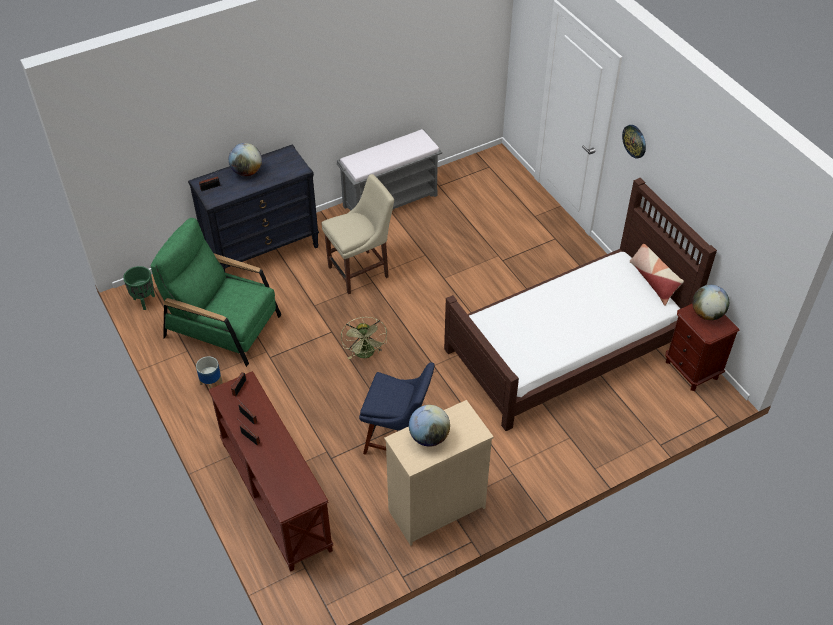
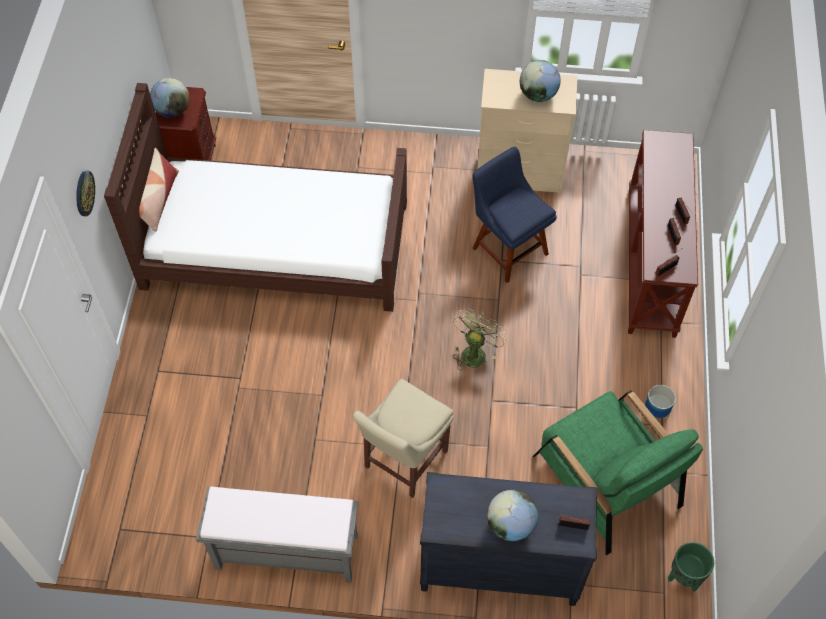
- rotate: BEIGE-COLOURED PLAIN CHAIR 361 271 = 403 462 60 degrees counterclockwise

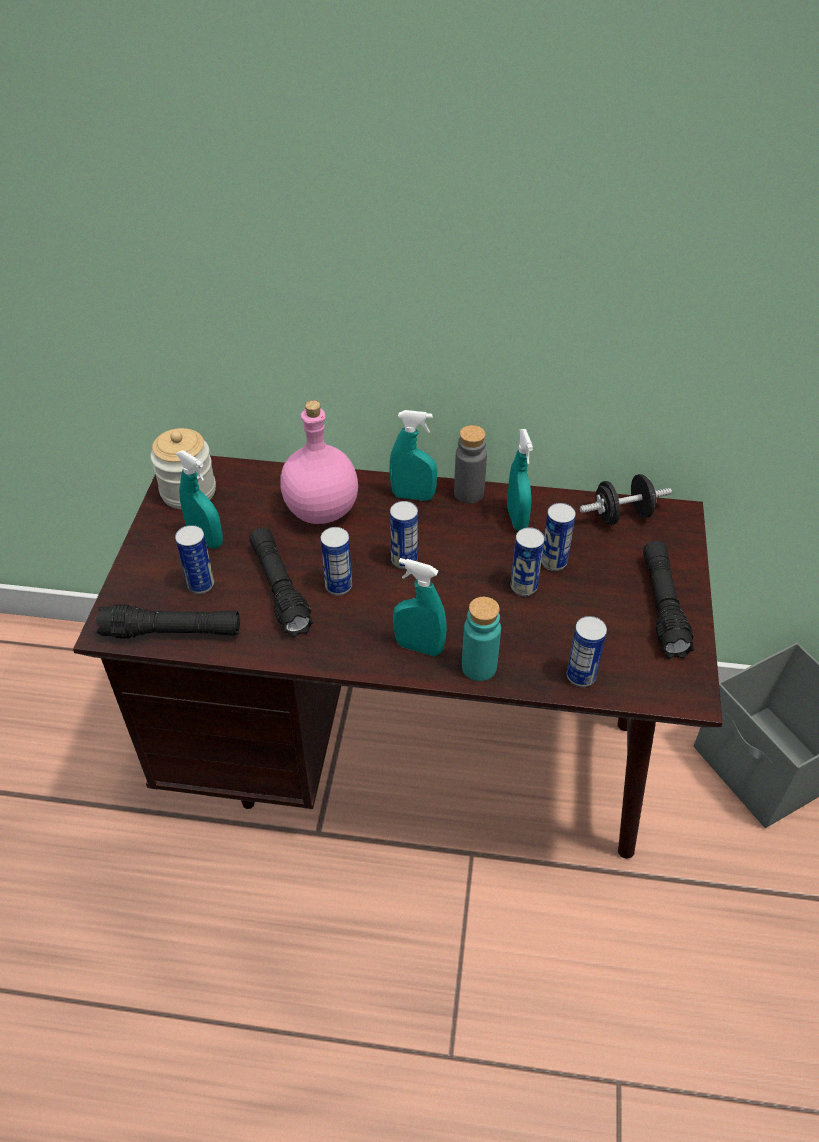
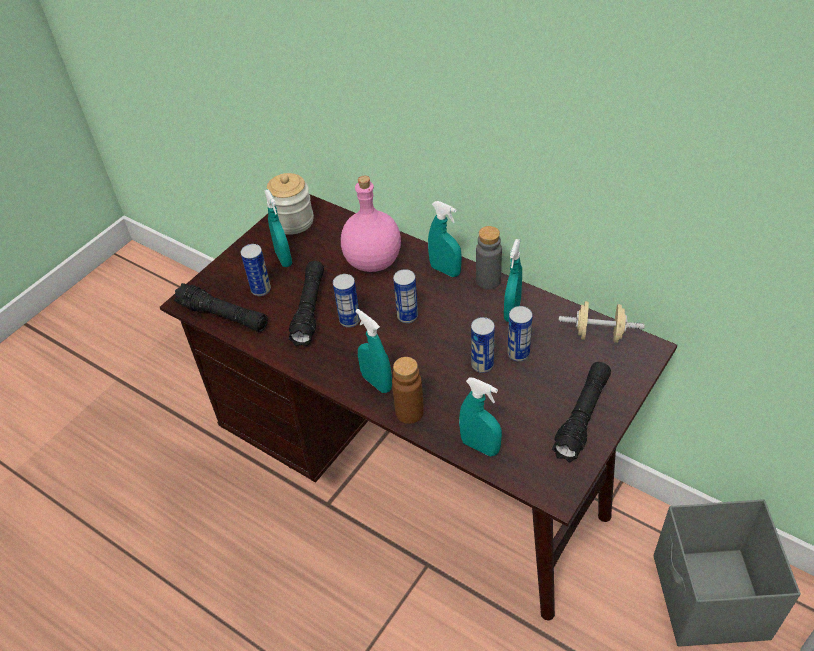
- recolor: TURQUOISE-COLOURED BEVERAGE BOTTLE 479 667 to BROWN BEVERAGE BOTTLE 409 412
- replace: SEALED CAN 580 676 to TURQUOISE-COLOURED SPRAY BOTTLE 480 446
- recolor: BLACK HAND WEIGHT 622 515 to BEIGE-COLOURED HAND WEIGHT 599 334

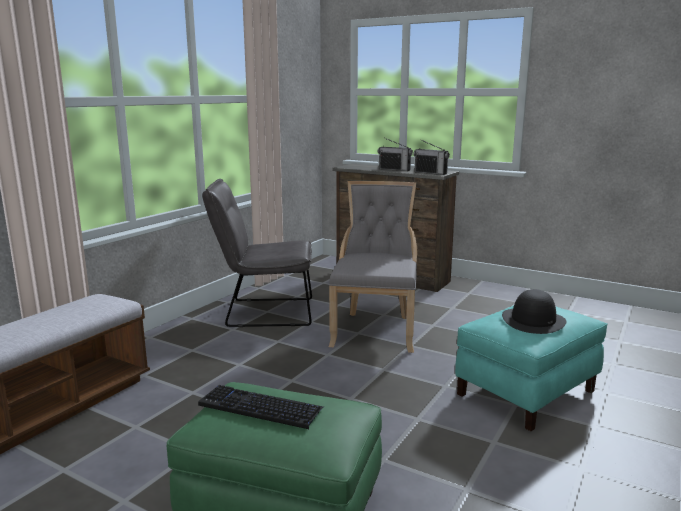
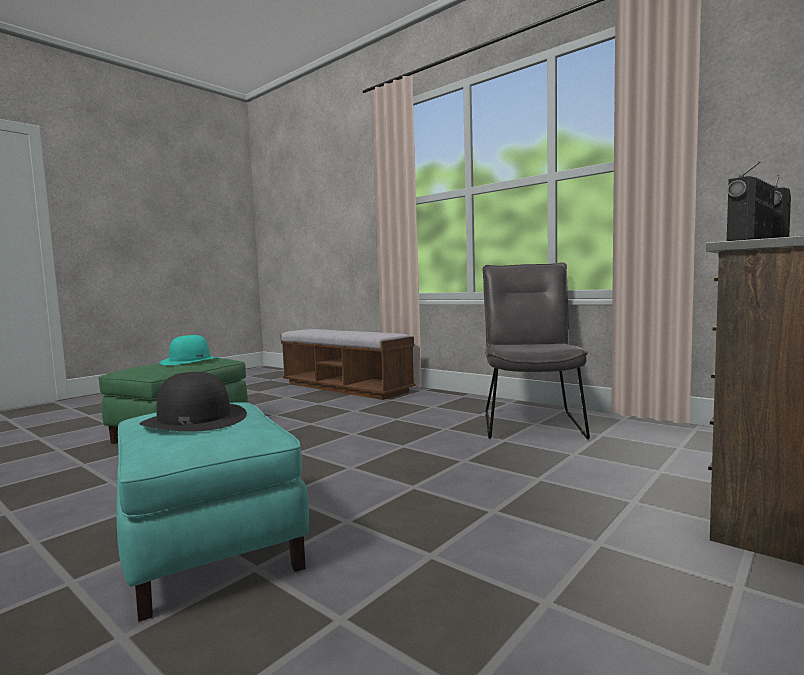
- replace: PC KEYBOARD 260 407 to TURQUOISE-COLOURED WEARABLE HAT 190 360
- delete: GRAY PLAIN CHAIR 375 330

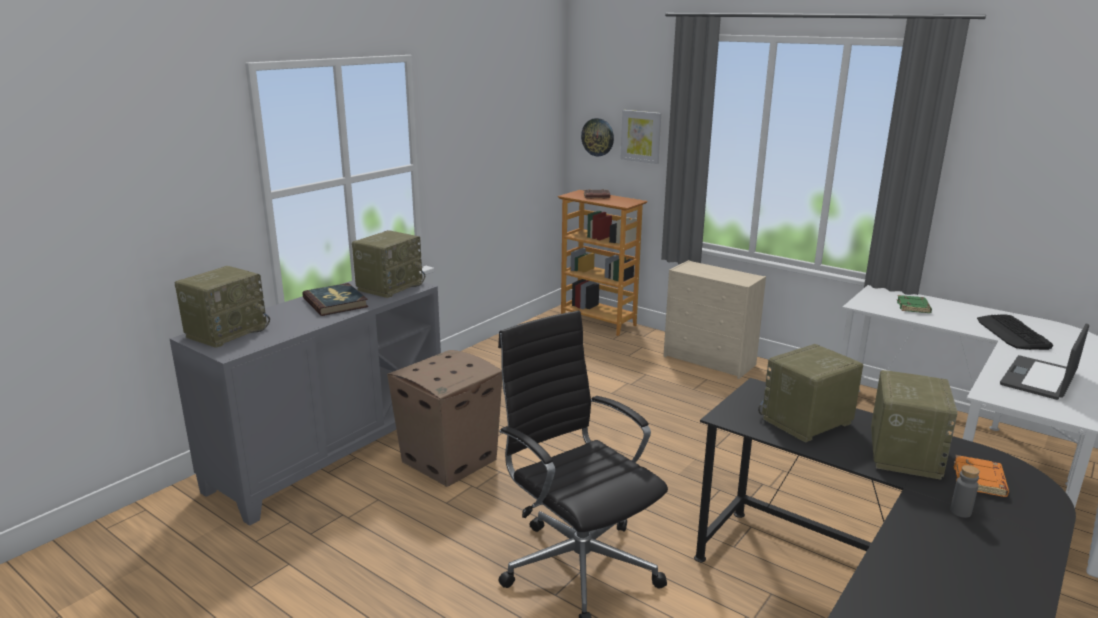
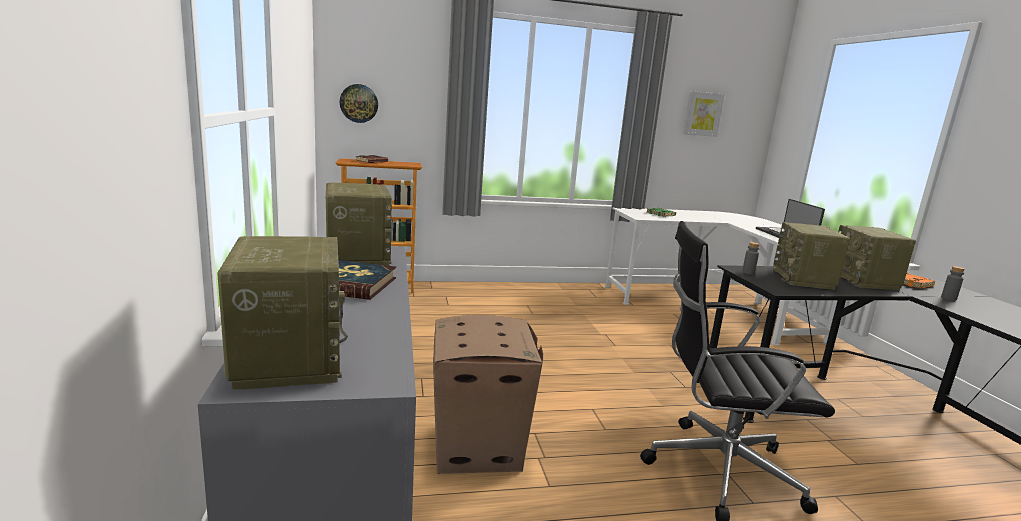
- move: PICTURE 641 136 to 703 114
- delete: BEIGE-COLOURED DRESSER 710 361
- rotate: RADIO SET 903 453 = 864 281 150 degrees counterclockwise
- delete: PC KEYBOARD 1012 333
- insert: GRAY BEVERAGE BOTTLE 748 272

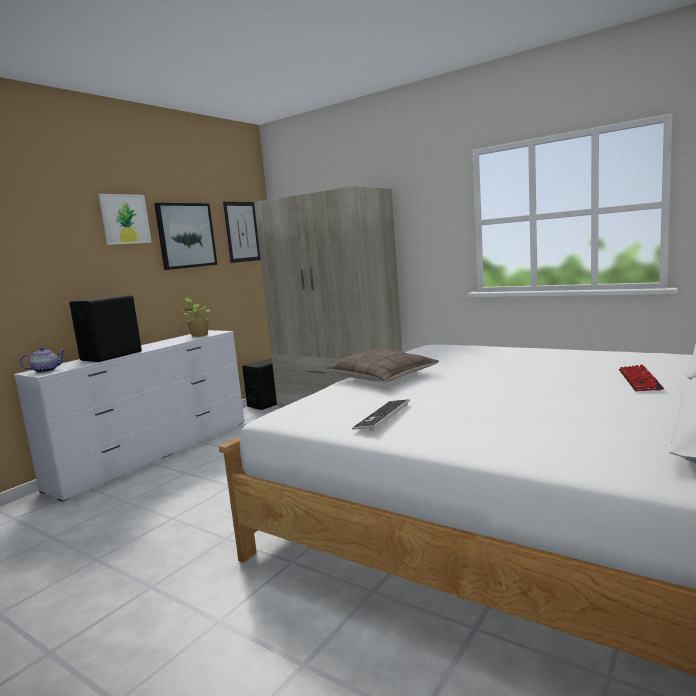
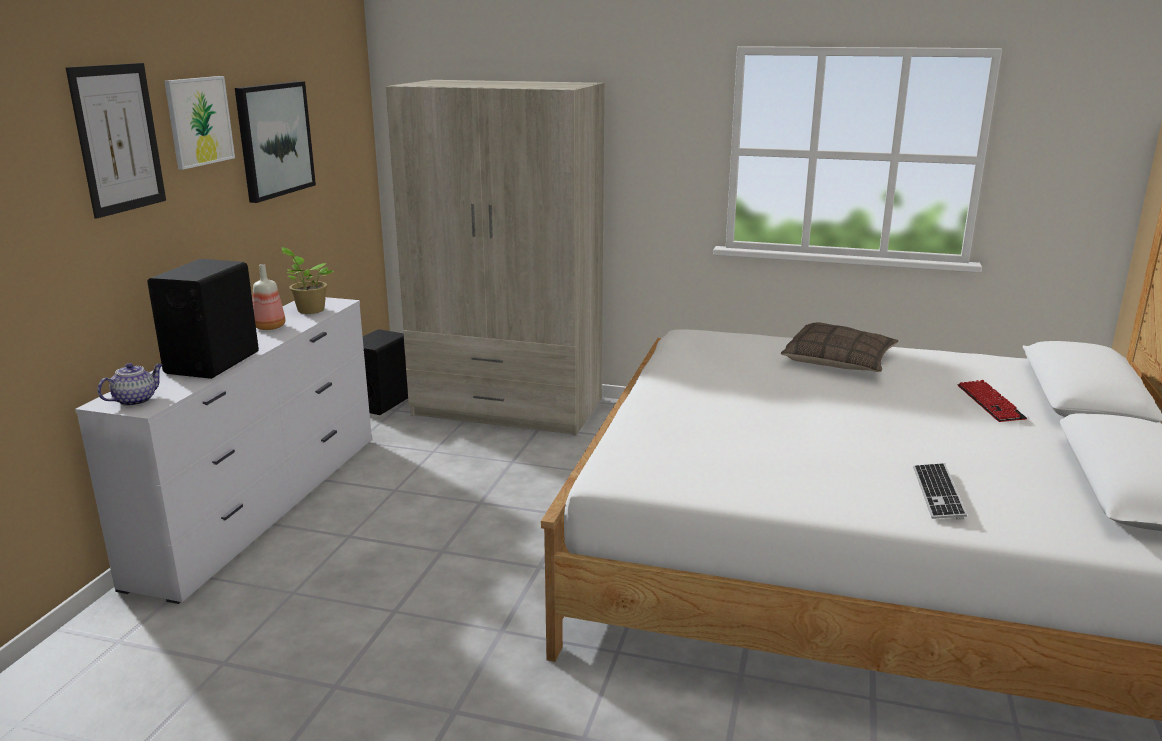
- move: PICTURE 242 232 to 118 139
- move: PILLOW 383 377 to 839 361
- move: PC KEYBOARD 382 416 to 938 493
- insert: BEVERAGE BOTTLE 268 327

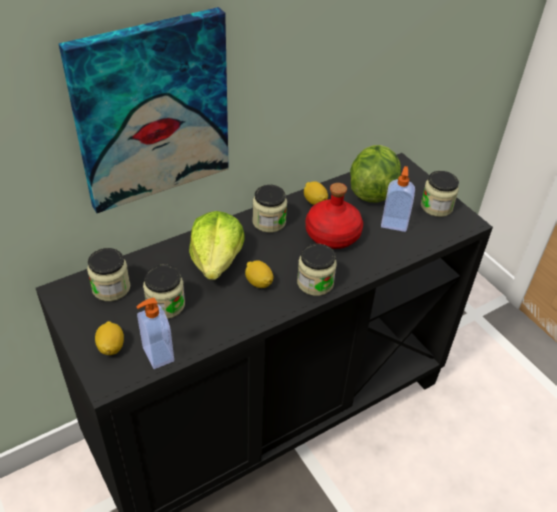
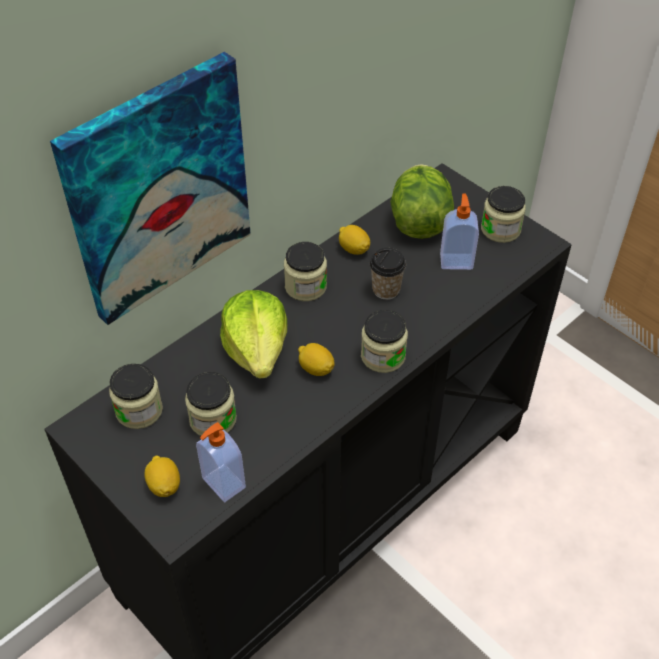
- replace: RED-COLOURED BEVERAGE BOTTLE 332 235 to SMALL CUP 386 290

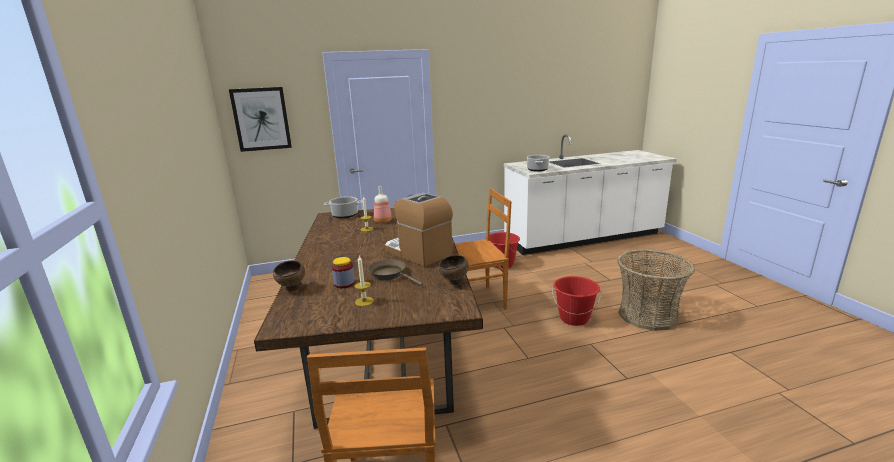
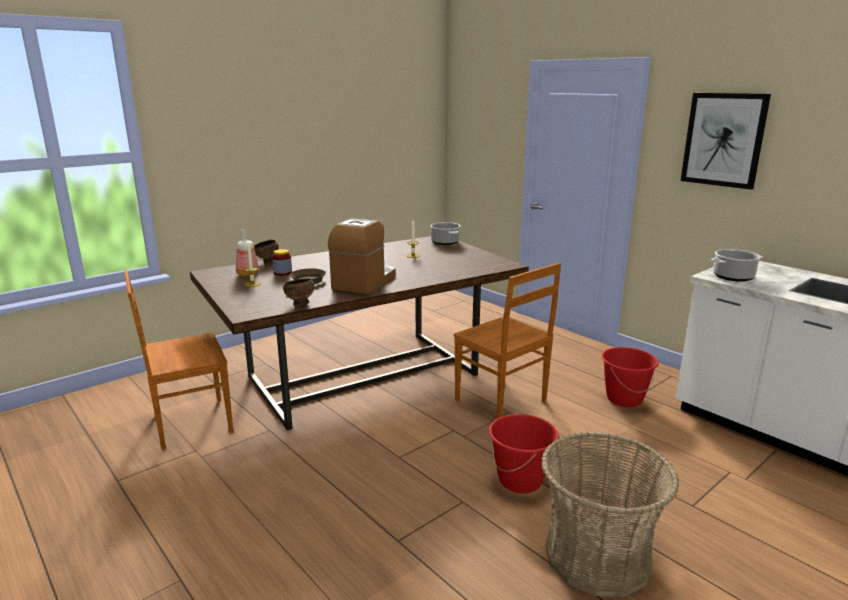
- move: PICTURE 261 119 to 723 140
- move: BEVERAGE BOTTLE 382 222 to 247 274

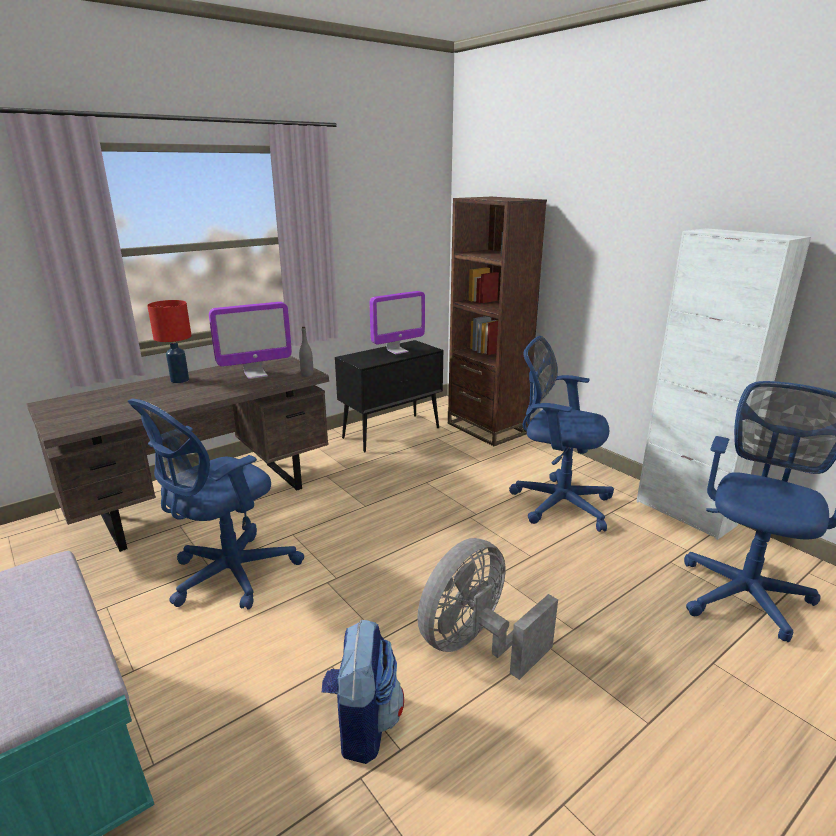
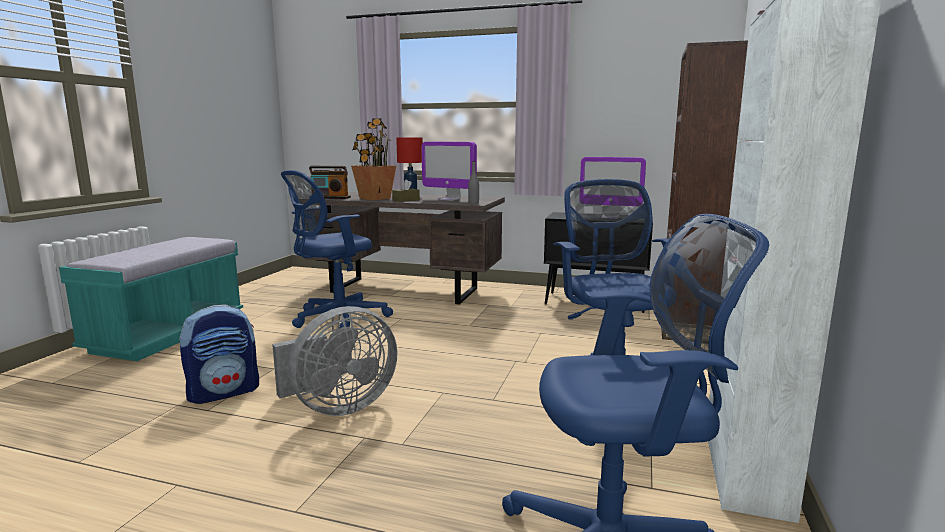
- rotate: BLUE OFFICE CHAIR 228 575 = 336 318 45 degrees counterclockwise
- rotate: GRAY FAN 476 644 = 338 407 135 degrees clockwise
- insert: RADIO SET 330 197
- insert: POTTED PLANT 374 198
- insert: BROWN TISSUE BOX 406 200

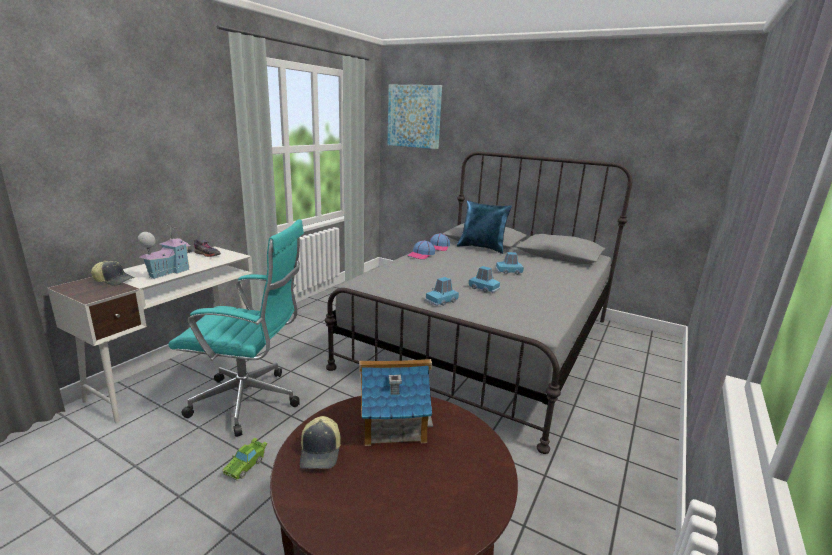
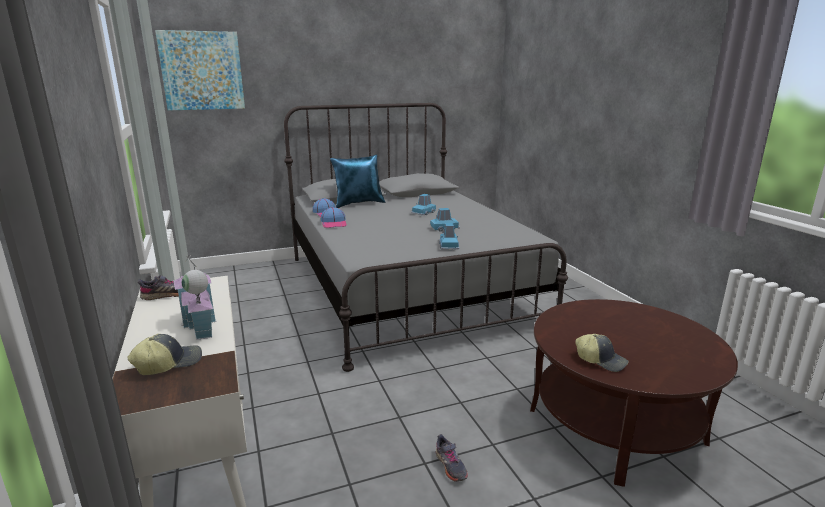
- delete: TURQUOISE-COLOURED OFFICE CHAIR 251 402
- replace: GREENISH MODEL CAR 246 465 to GRAY ITEM OF FOOTWEAR 450 466
- delete: TOY HOUSE 393 423

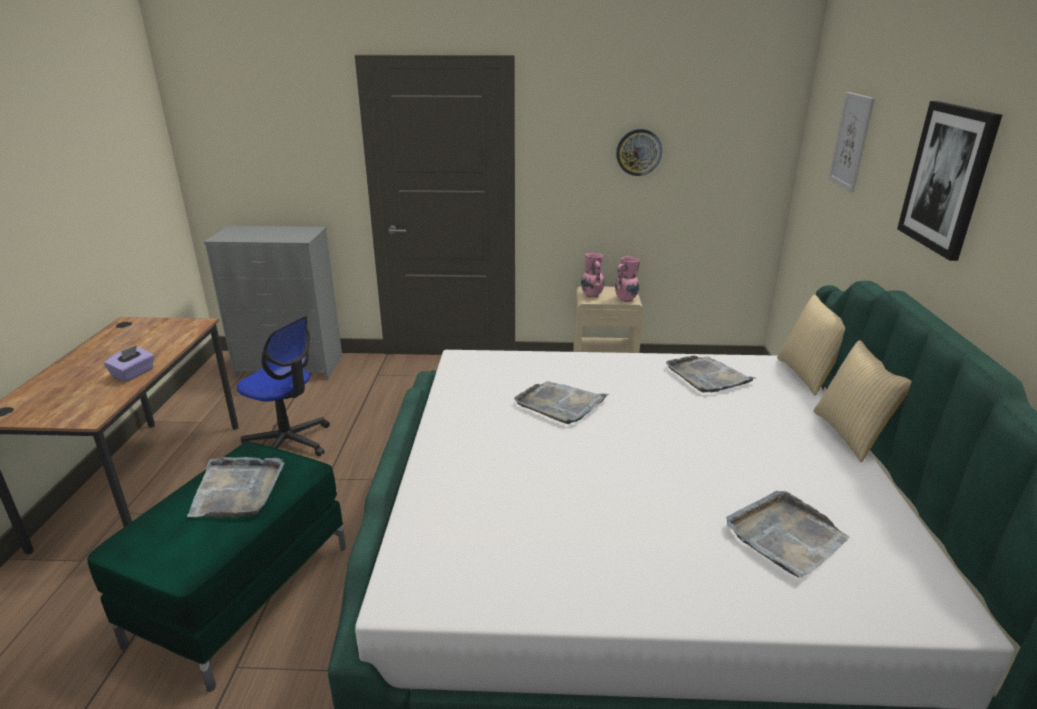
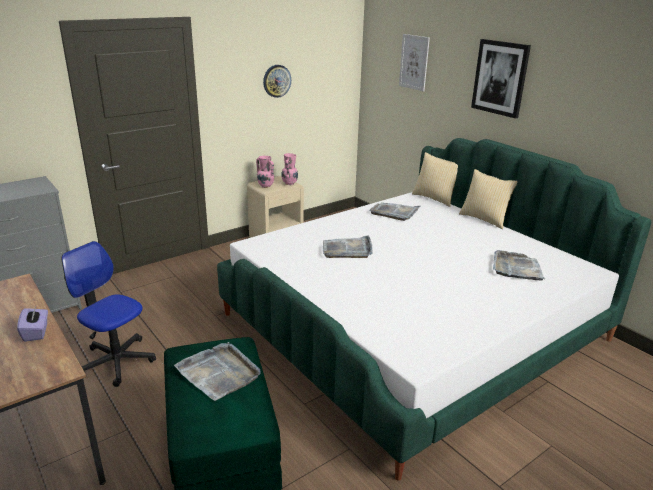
- rotate: OFFICE CHAIR 289 443 = 116 361 135 degrees counterclockwise

